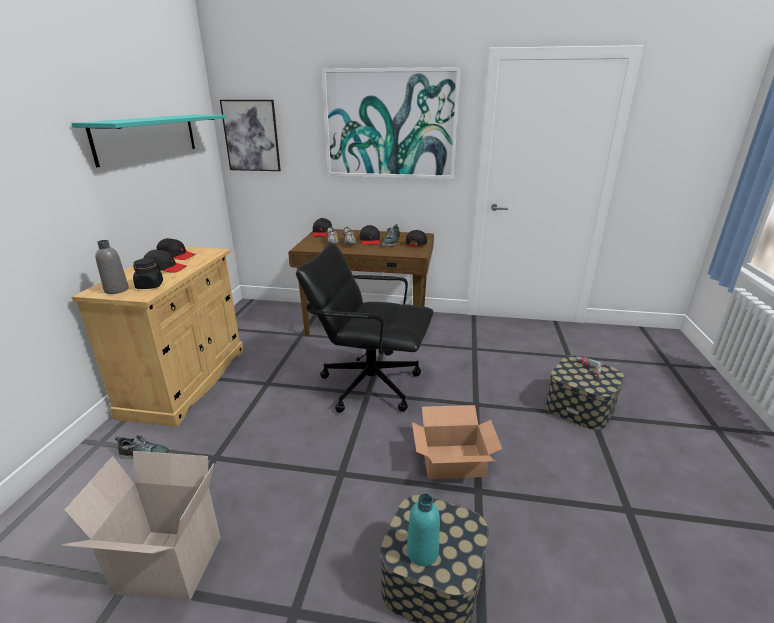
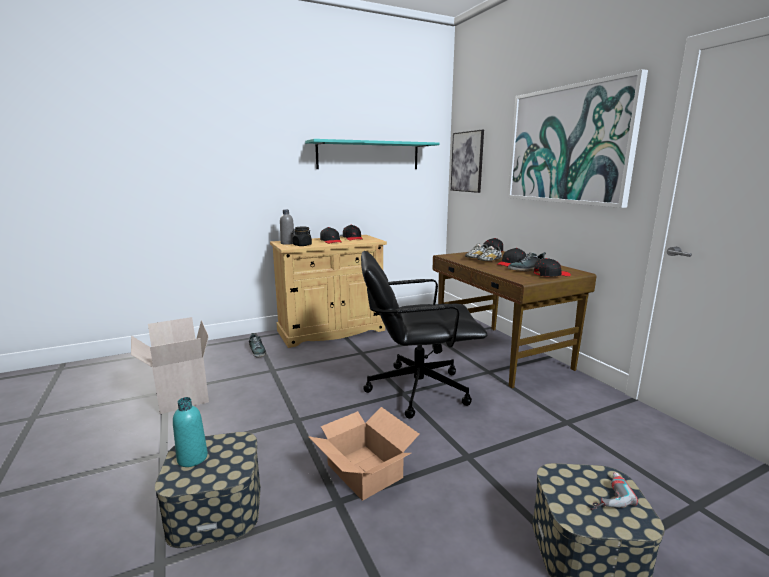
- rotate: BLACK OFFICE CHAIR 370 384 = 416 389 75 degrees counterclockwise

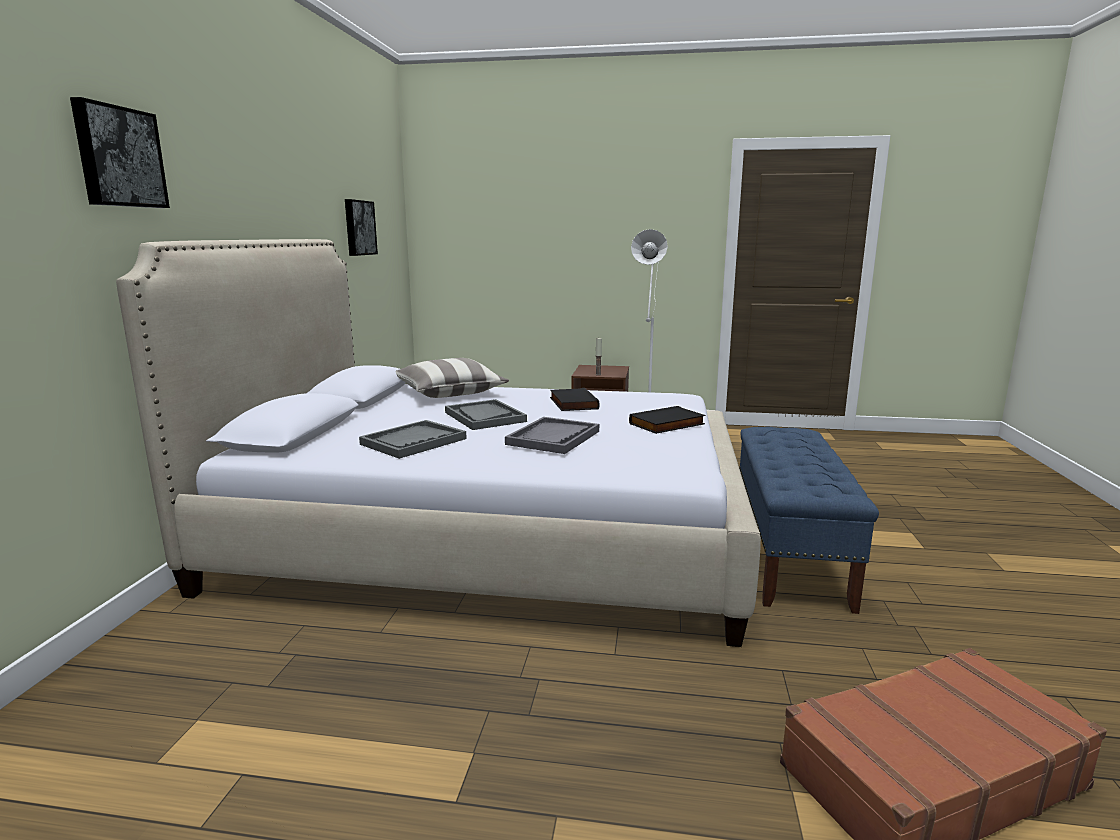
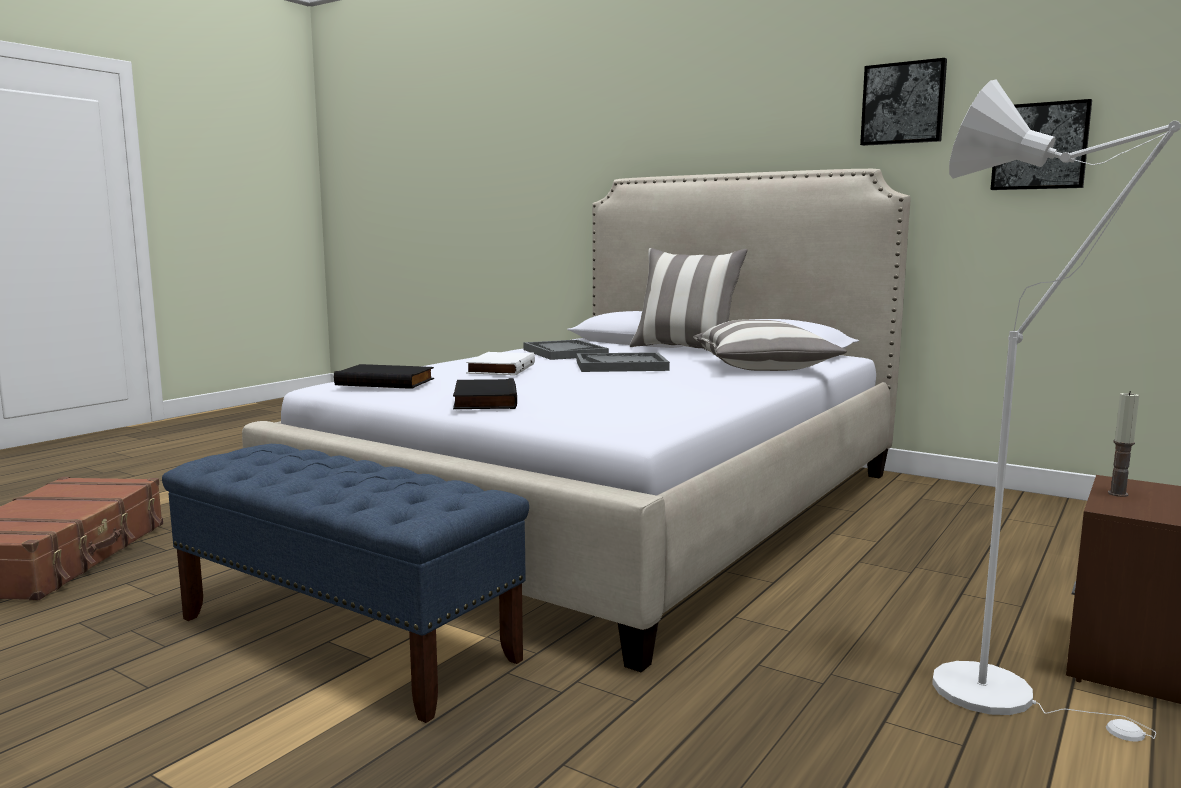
- move: PICTURE 118 157 to 903 103
- replace: GRAY CARRYING TRAY 553 438 to WHITE BOOK 499 369
- move: BLACK BOOK 572 403 to 387 382
- insert: PILLOW 685 350

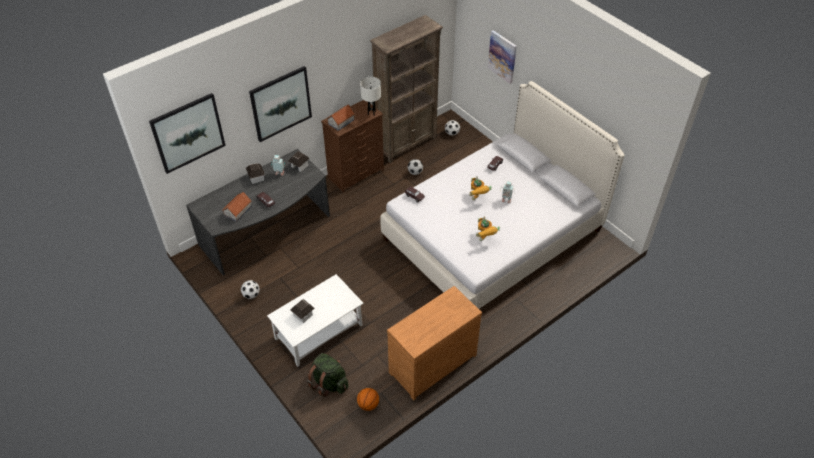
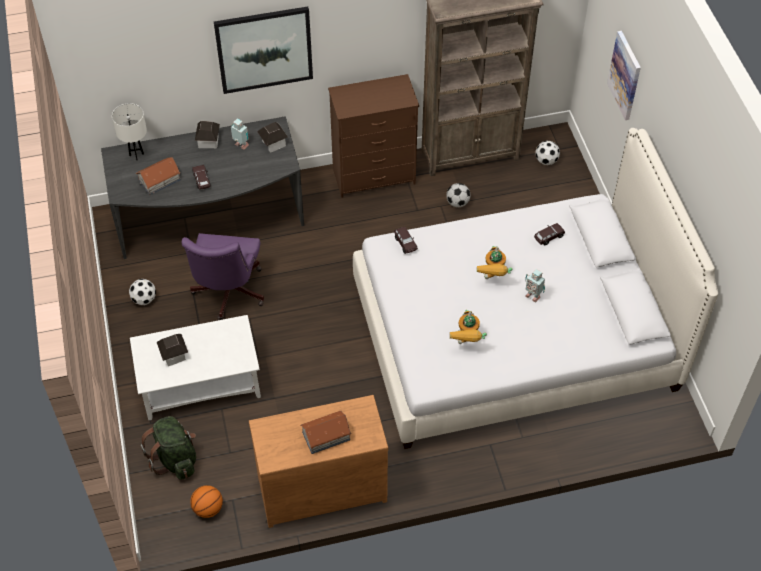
- delete: PICTURE 188 133
- move: TOY HOUSE 341 122 to 325 436
- move: WHITE LAMP FOR A TABLE 371 113 to 136 154
- insert: PURPLISH OFFICE CHAIR 228 294

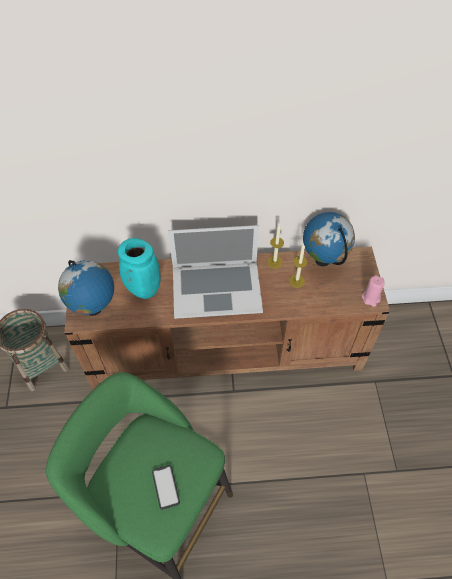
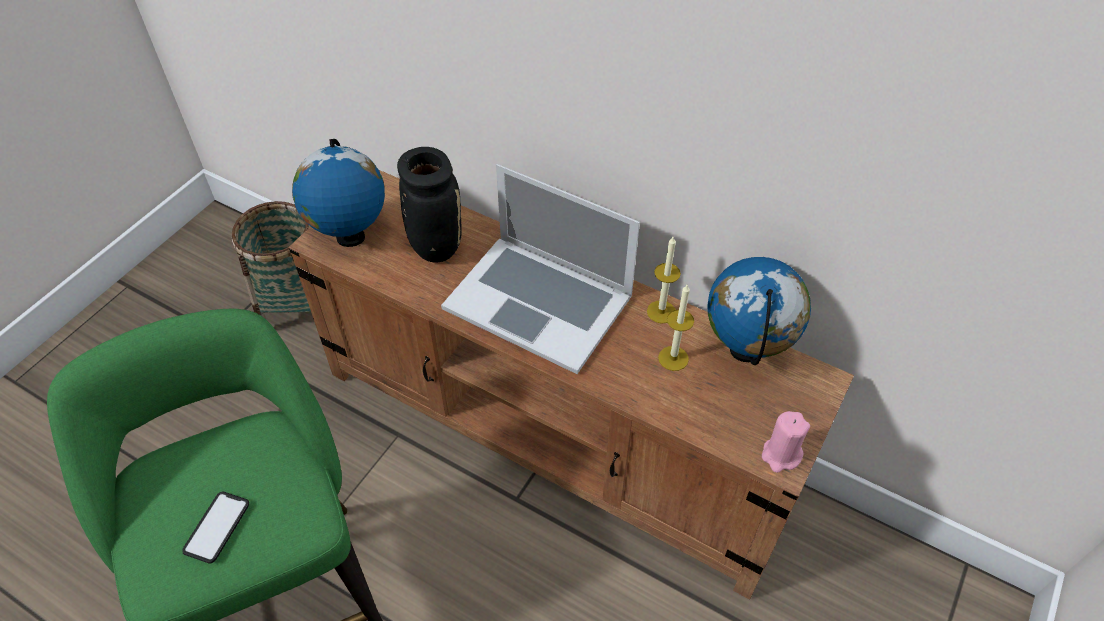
- recolor: TURQUOISE-COLOURED DECORATIVE VASE 142 289 to BLACK DECORATIVE VASE 434 246

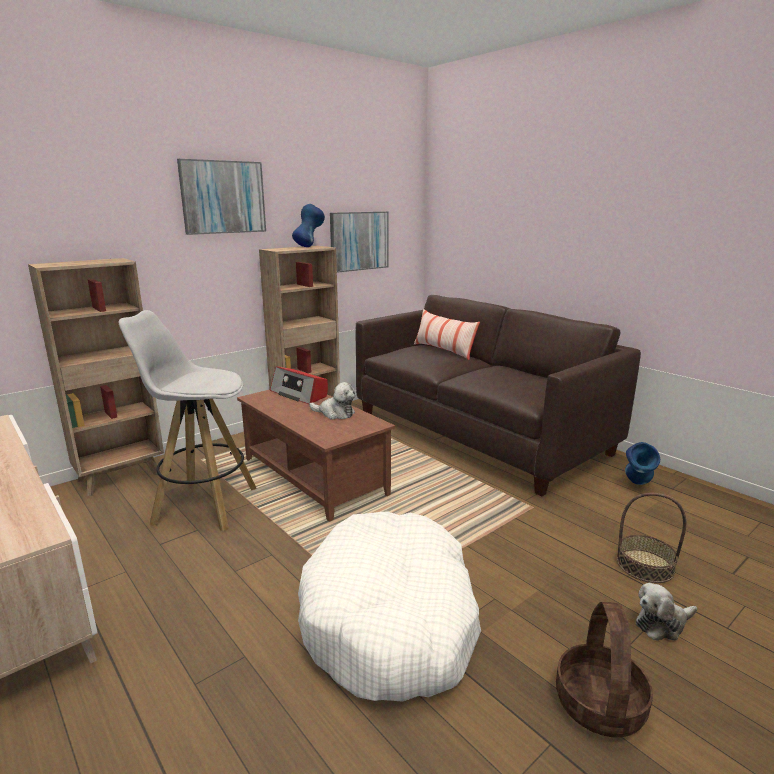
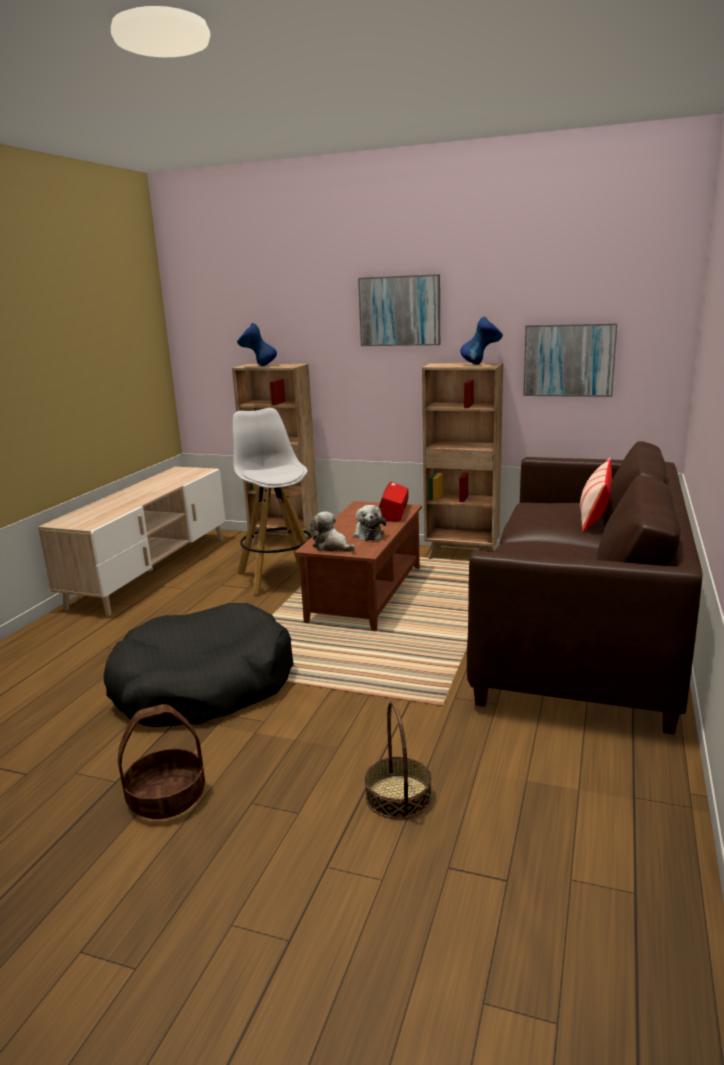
- recolor: WHITE DOG CUSHION 391 620 to BLACK DOG CUSHION 203 685
- move: BLUE DECORATIVE VASE 637 486 to 258 366
- move: SOFT TOY 662 624 to 332 547

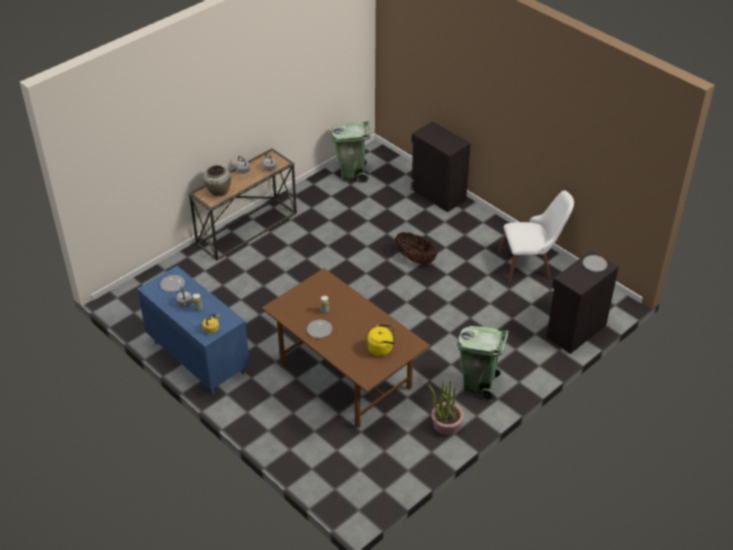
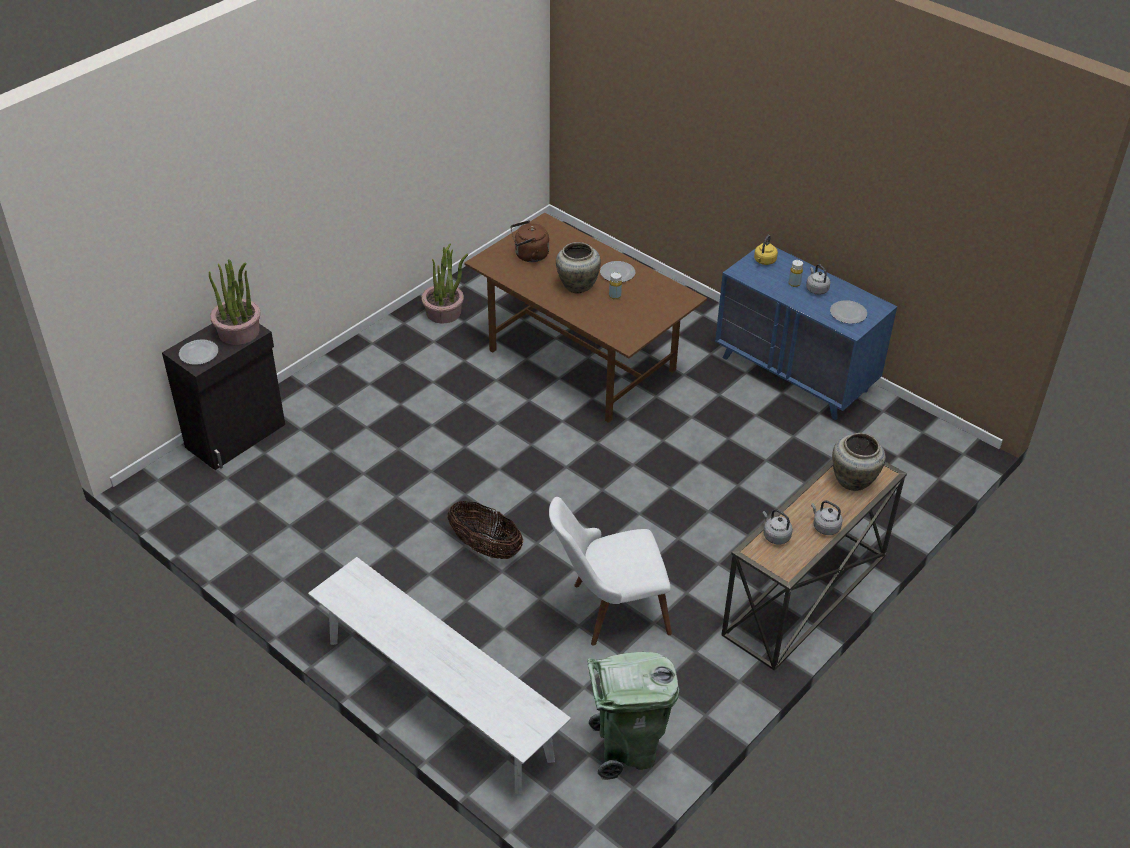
- recolor: YELLOW WATER KETTLE 381 348 to BROWN WATER KETTLE 529 255
- replace: BLACK CABINET 438 195 to WHITE INDOOR BENCH 438 699
- delete: GREENISH WASTE BIN 478 384
- move: WHITE PLAIN CHAIR 531 263 to 608 610
- insert: POTTED PLANT 239 332
- insert: BEIGE-COLOURED DECORATIVE VASE 577 285

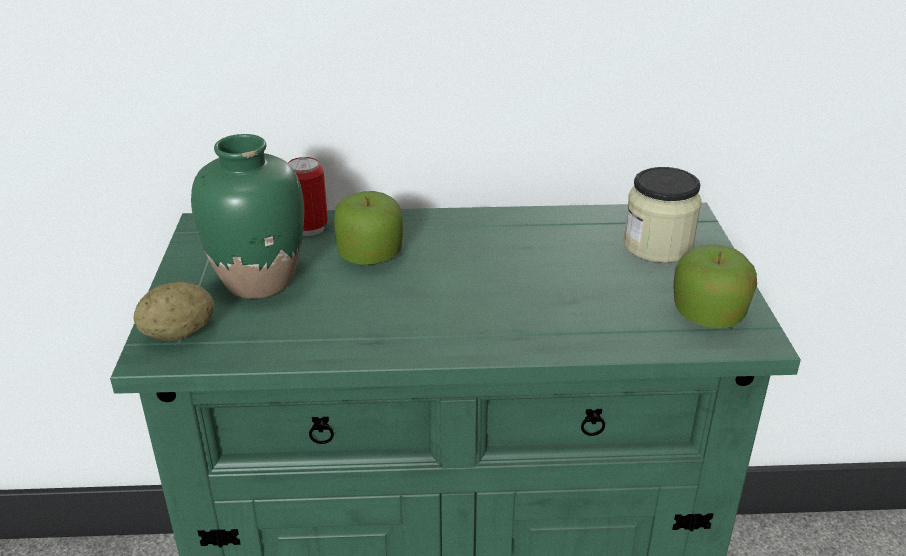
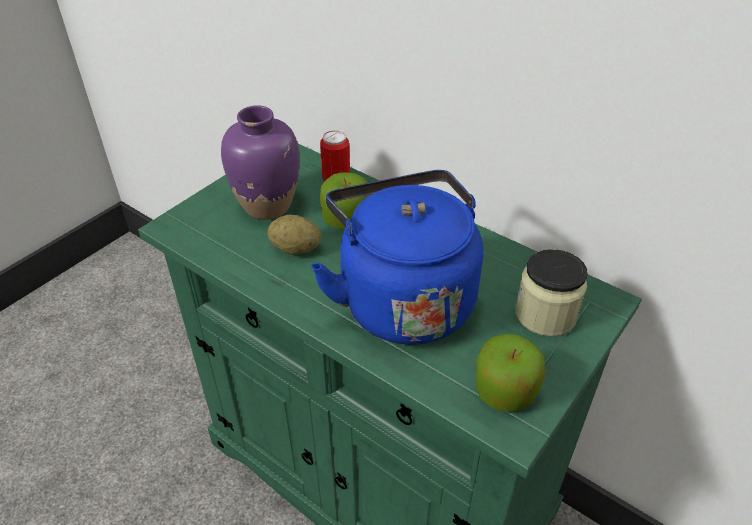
- move: WHOLE POTATO 179 334 to 295 249
- recolor: GREENISH DECORATIVE VASE 259 281 to PURPLISH DECORATIVE VASE 268 206
- insert: BLUE WATER KETTLE 402 299

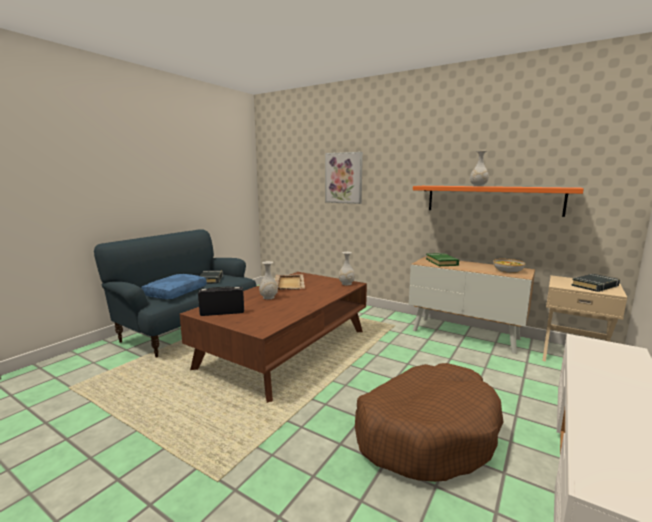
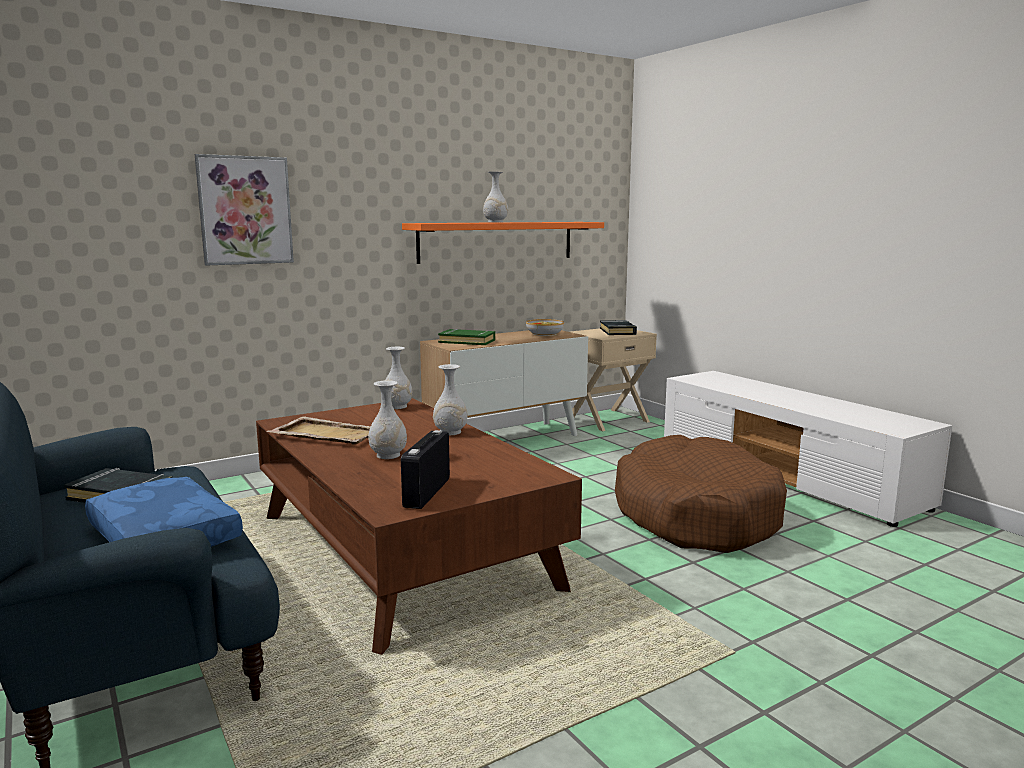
- insert: WHITE DECORATIVE VASE 450 432

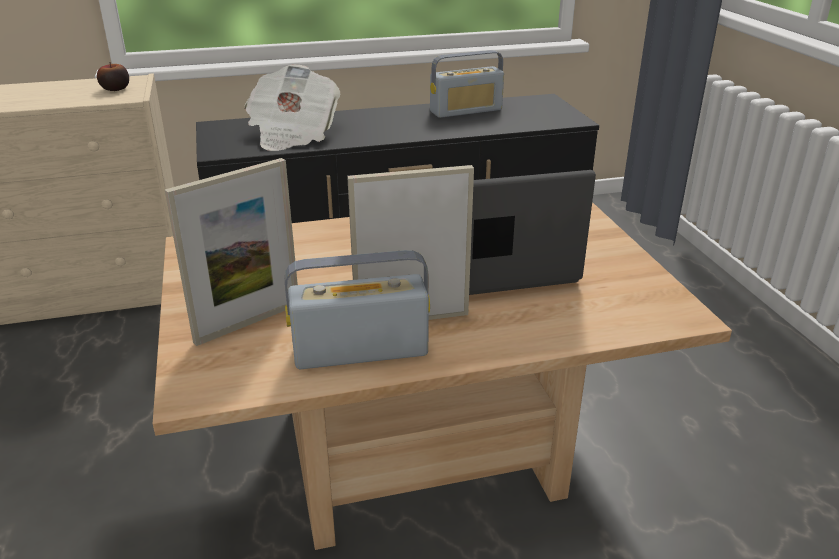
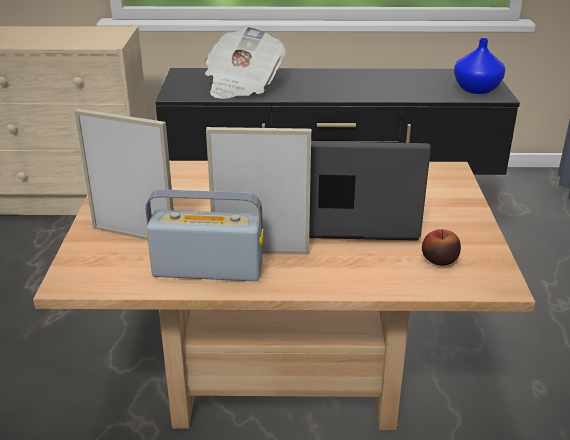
- move: WHOLE APPLE 115 89 to 439 260
- rotate: PICTURE FRAME 248 323 = 134 235 135 degrees counterclockwise
- delete: RADIO SET 466 111
- insert: BLUE DECORATIVE VASE 477 90

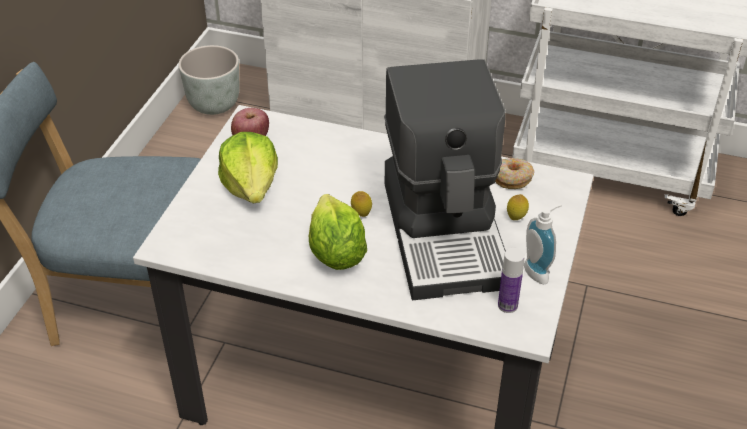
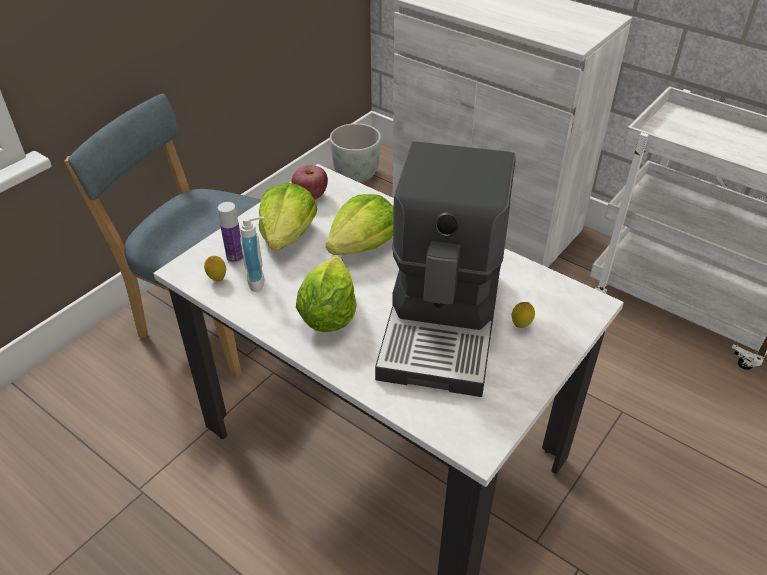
- move: LEMON 361 214 to 217 279
- delete: RING DOUGHNUT 512 178
- move: BEVERAGE BOTTLE 507 305 to 235 257
- move: SOAP BOTTLE 539 271 to 260 281
- insert: LETTUCE 363 245

